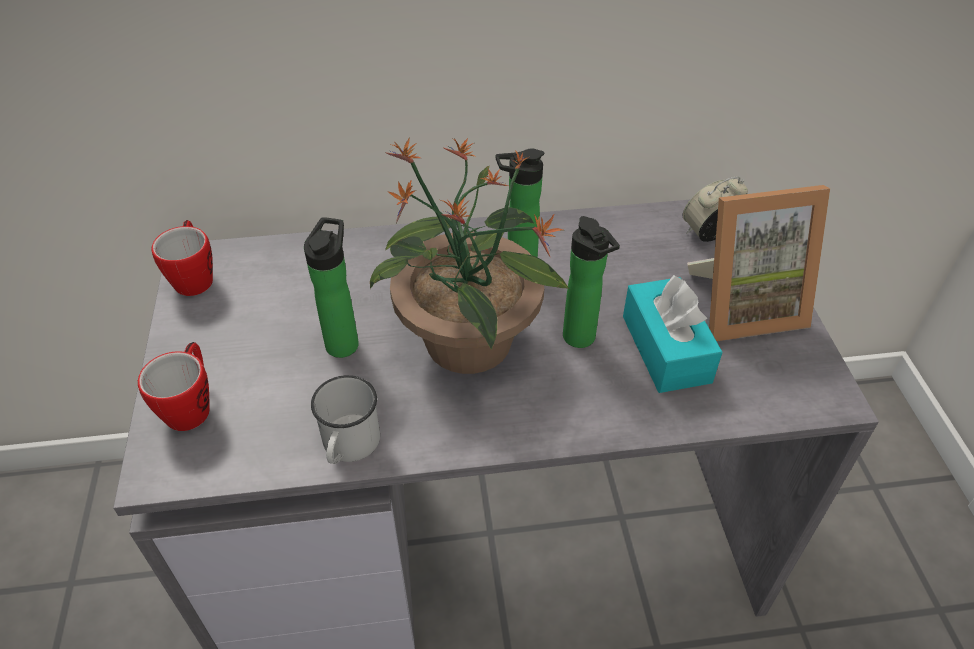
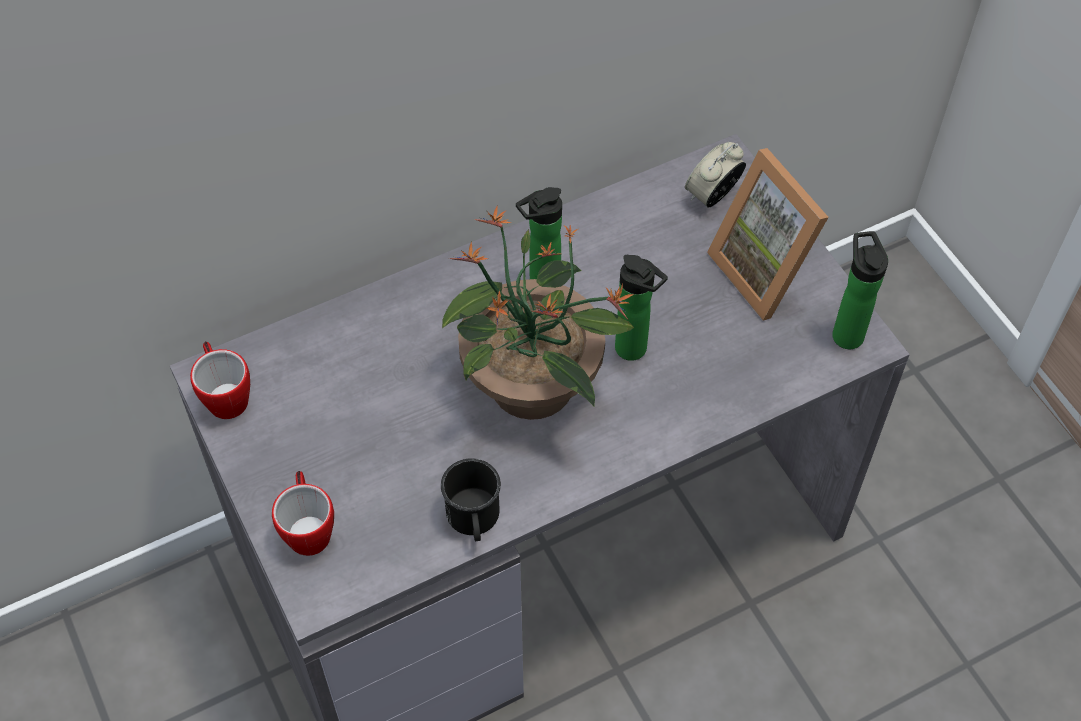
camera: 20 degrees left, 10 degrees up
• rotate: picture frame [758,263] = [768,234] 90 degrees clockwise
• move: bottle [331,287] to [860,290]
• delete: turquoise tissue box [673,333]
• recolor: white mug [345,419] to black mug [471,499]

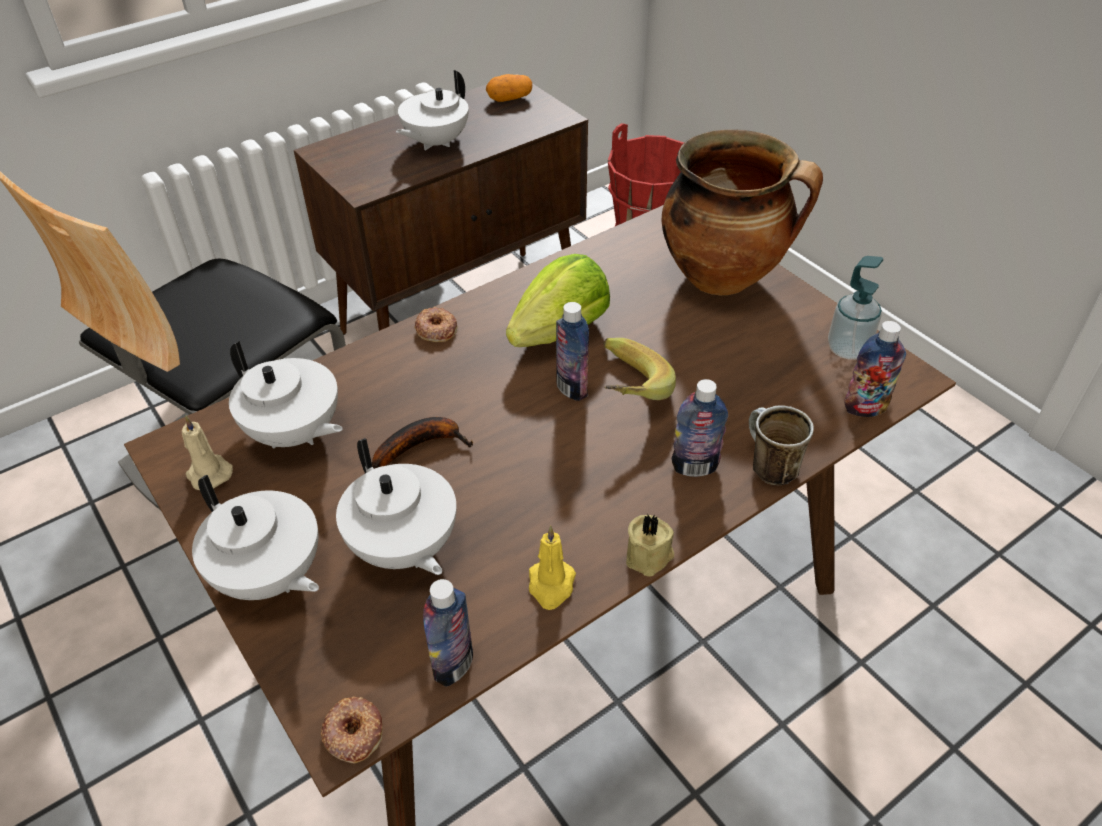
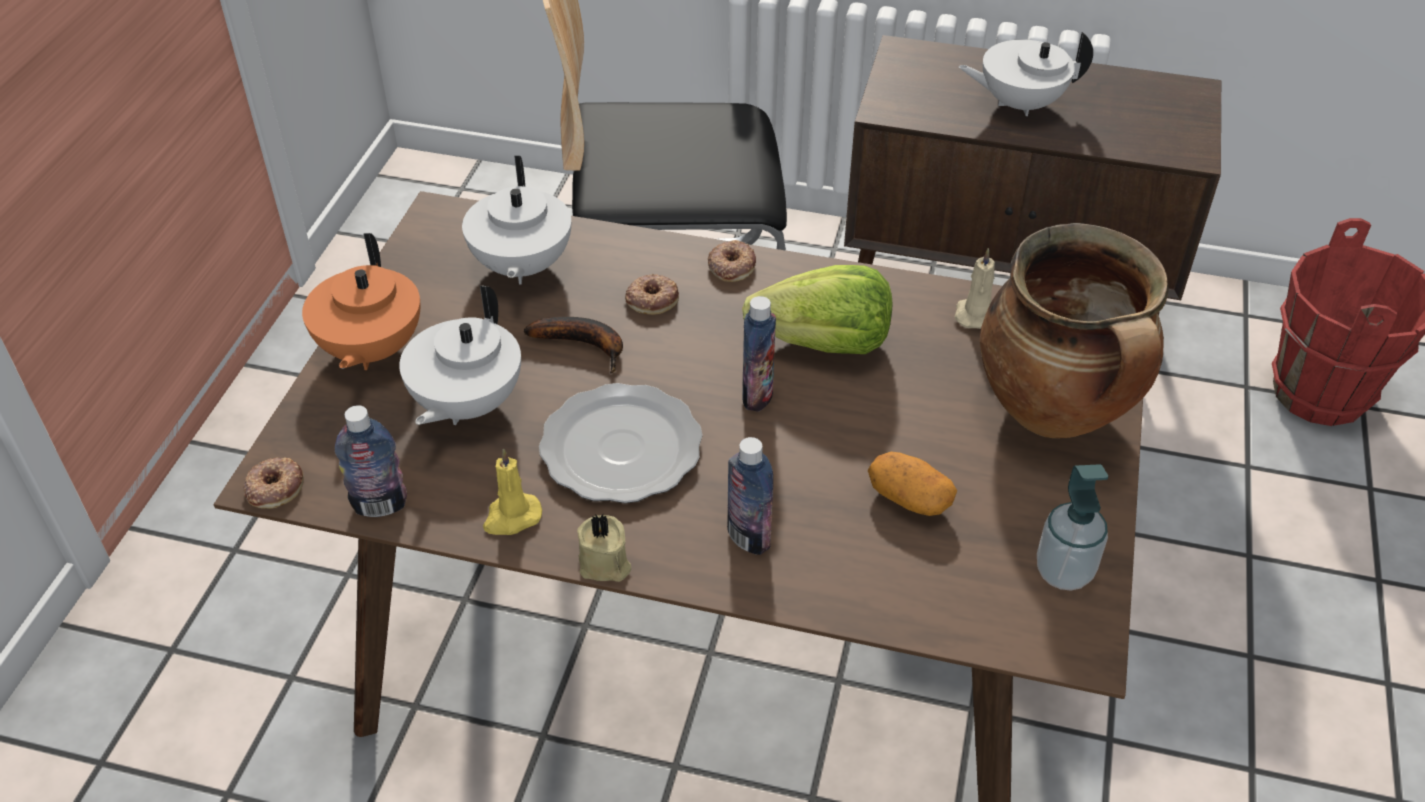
camera: 50 degrees right, 0 degrees up
• move: potato [509,88] to [912,484]
• delete: bottle [875,369]
• delete: banana [639,369]
• delete: mug [781,445]
• move: beige candle [207,453] to [975,288]
• recolor: white teapot [255,537] to orange teapot [361,301]
• insert: donut [652,294]
• insert: plate [621,443]

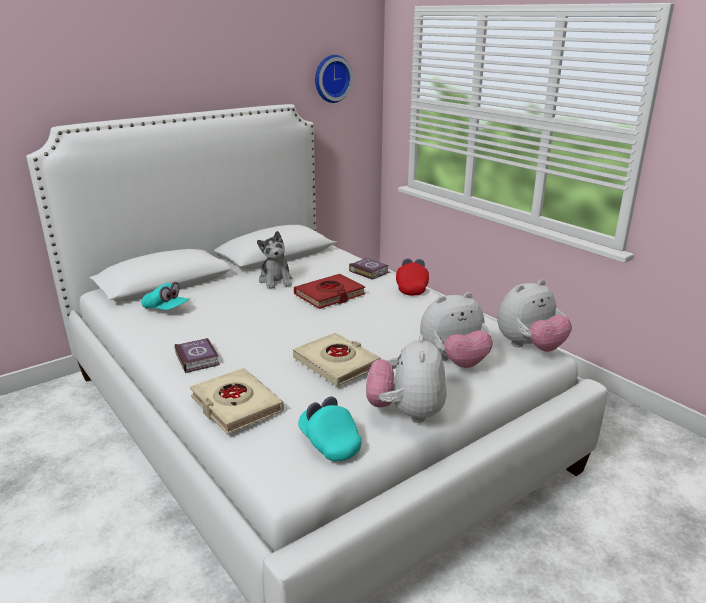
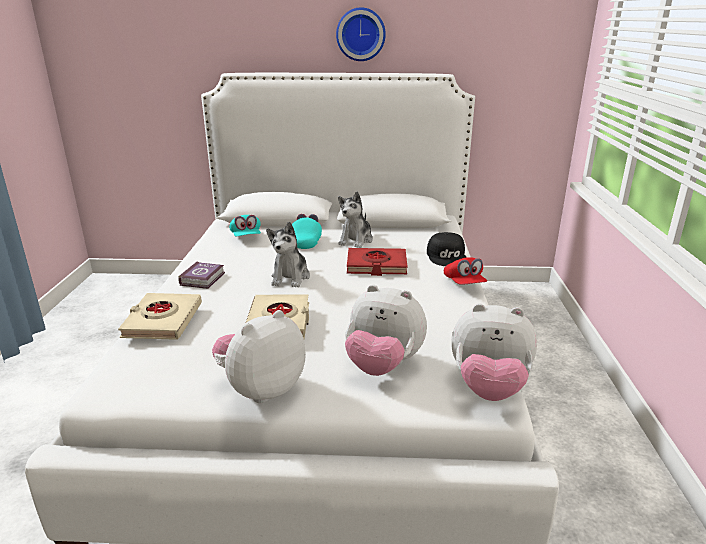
camera: 40 degrees right, 0 degrees up
• move: wall clock [334,79] to [361,34]
• replace: book [369,269] to black cap [447,249]
• rotate: red cap [412,277] = [465,271] 120 degrees clockwise
• move: turquoise cap [330,429] to [307,231]
• insert: plush toy [288,254]

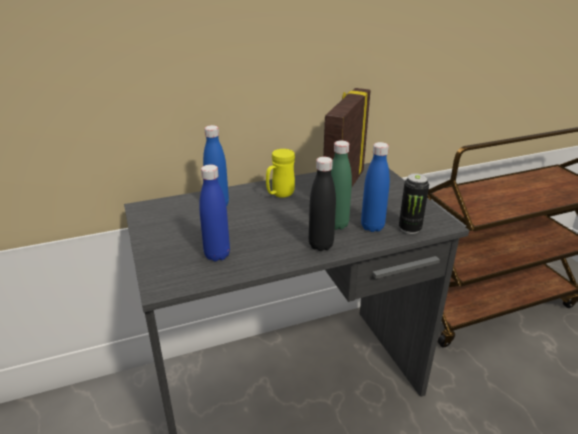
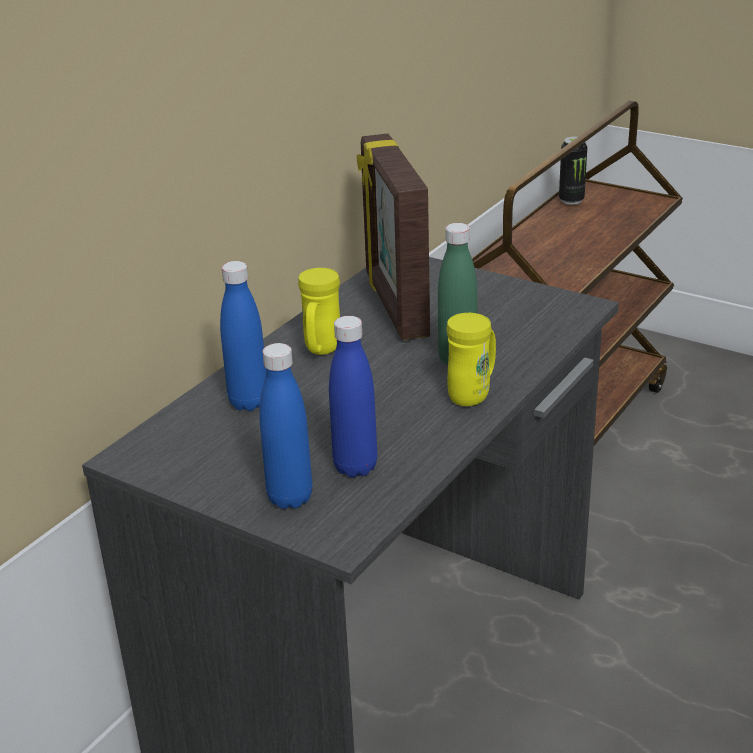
camera: 35 degrees left, 0 degrees up
• move: blue bottle [375,187] to [285,426]
• replace: black bottle [322,204] to yellow mug [471,359]
• move: can [414,203] to [573,171]

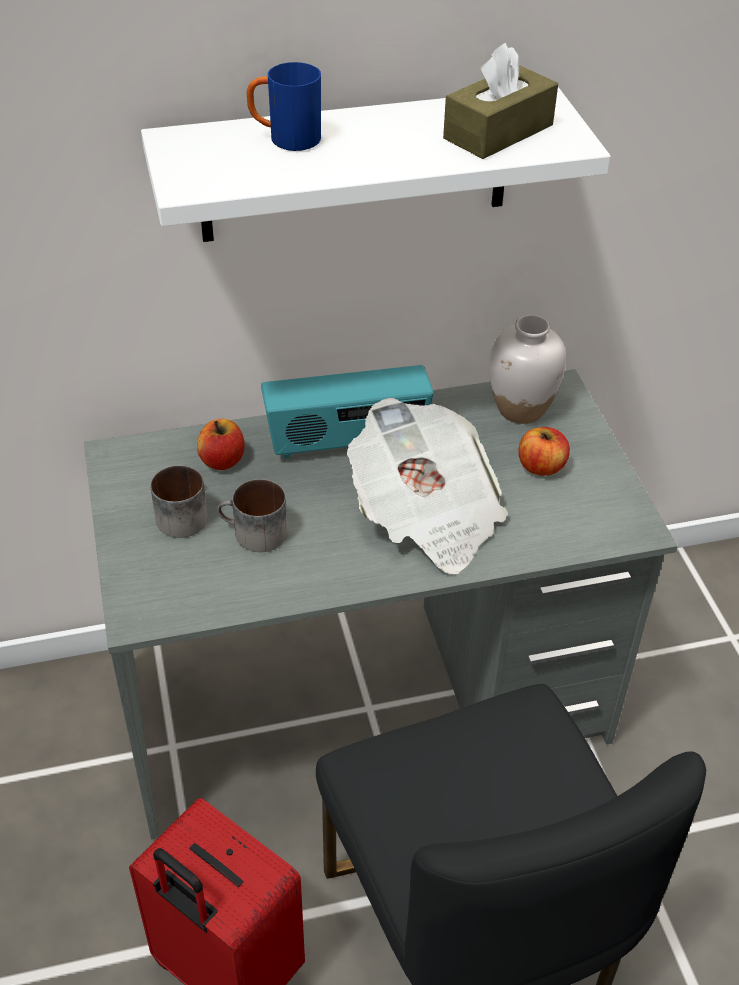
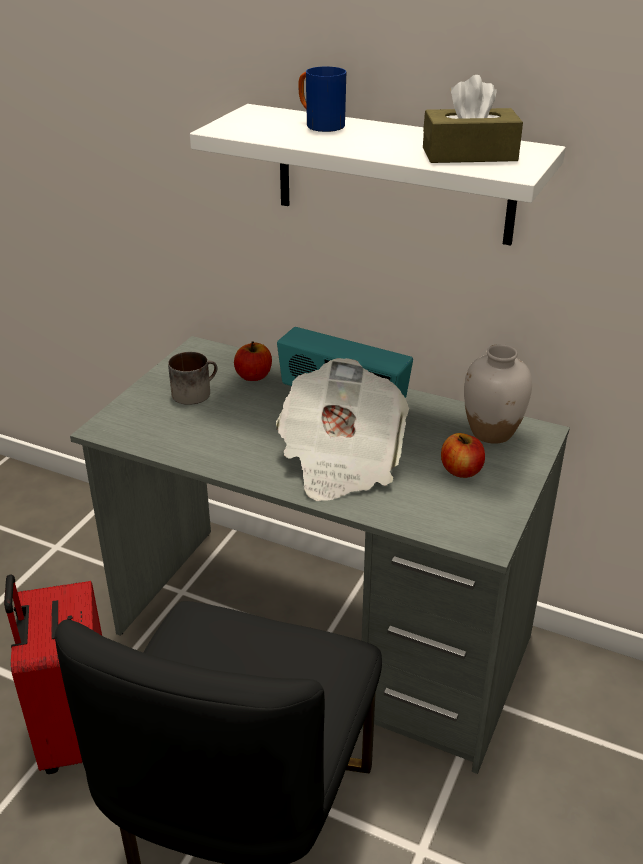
camera: 40 degrees right, 10 degrees down
• delete: mug [252,515]

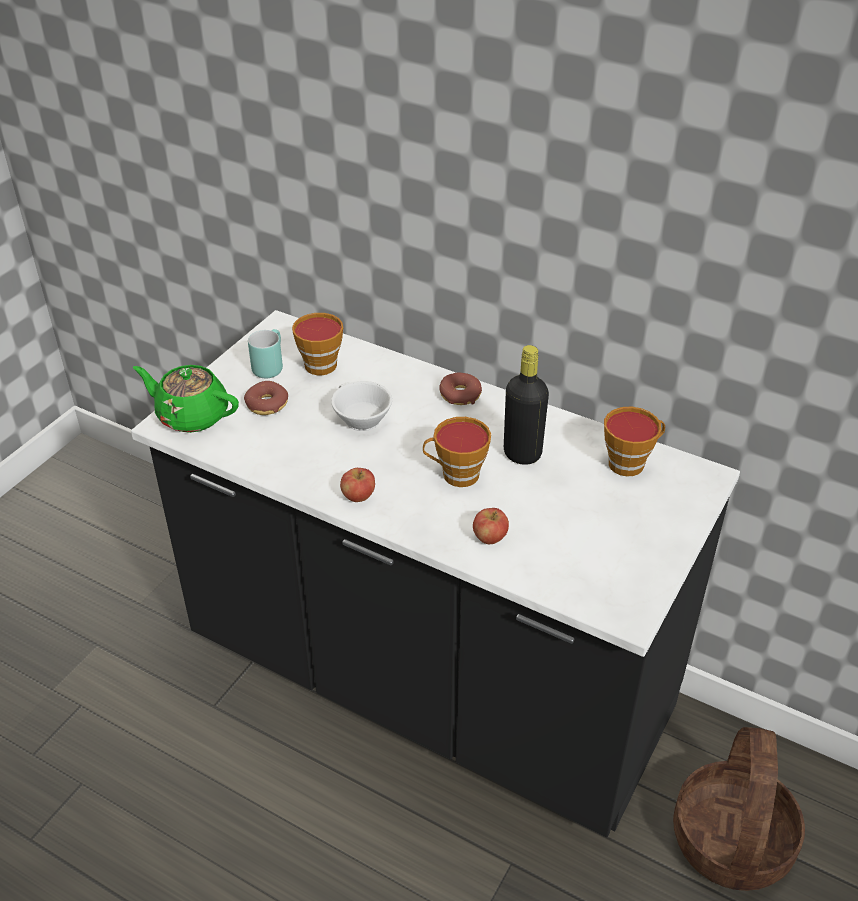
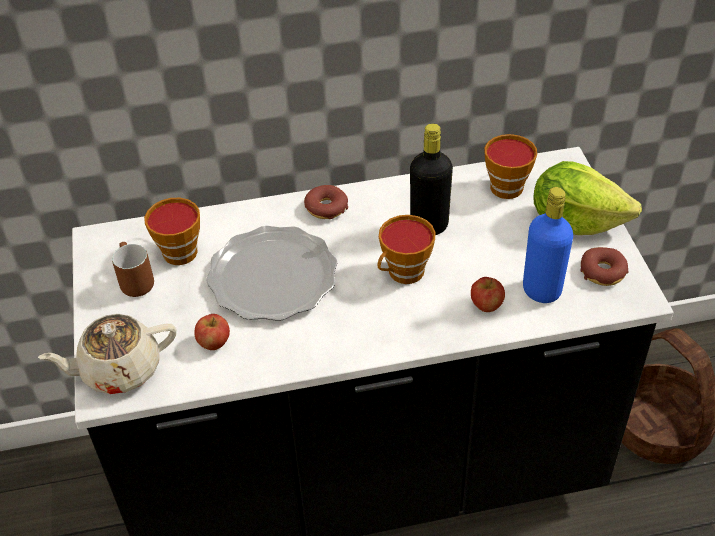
camera: 40 degrees left, 5 degrees up
• recolor: turquoise mug [265,353] to brown mug [133,269]
• recolor: green teapot [186,399] to beige teapot [107,354]
• move: donut [266,398] to [604,266]
• replace: white cup [361,406] to plate [271,273]
• move: apple [357,485] to [212,332]
• insert: lettuce [588,198]
• insert: blue bottle [548,245]

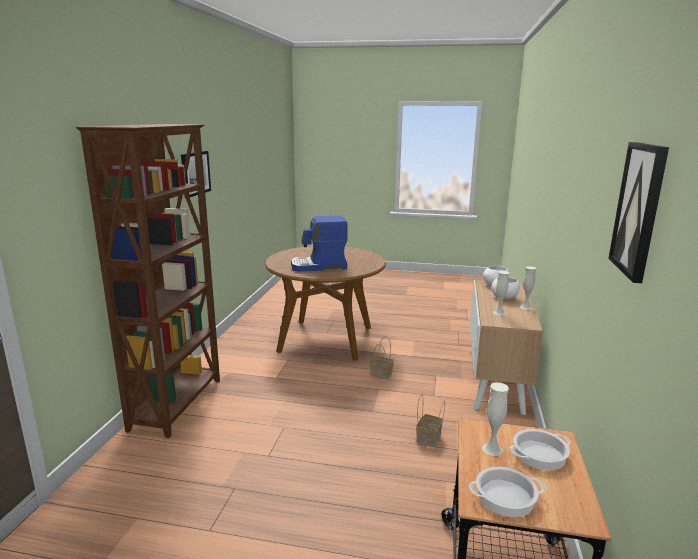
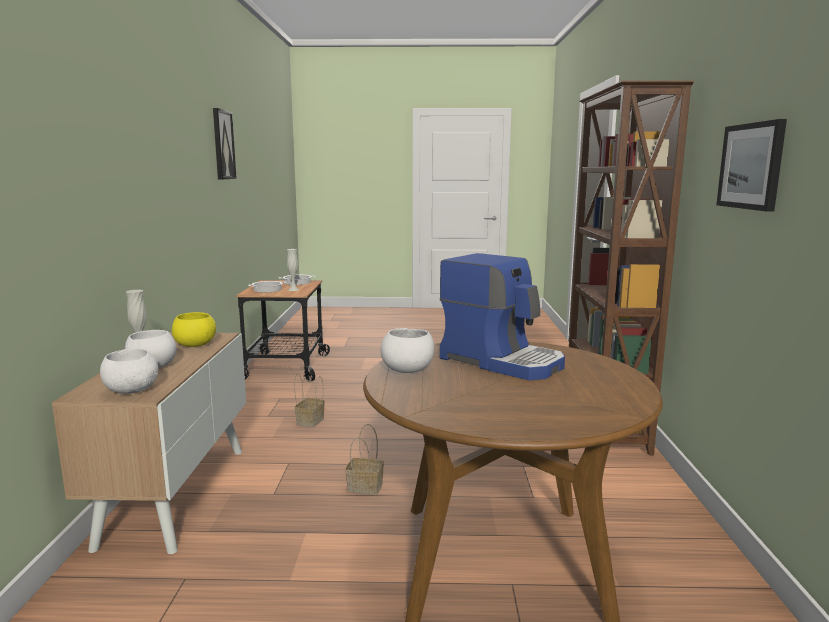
camera: 170 degrees right, 5 degrees down
• rotate: coffee machine [319,243] = [502,317] 60 degrees clockwise
• replace: white vase [501,293] to yellow bowl [194,329]
• insert: white bowl [407,350]

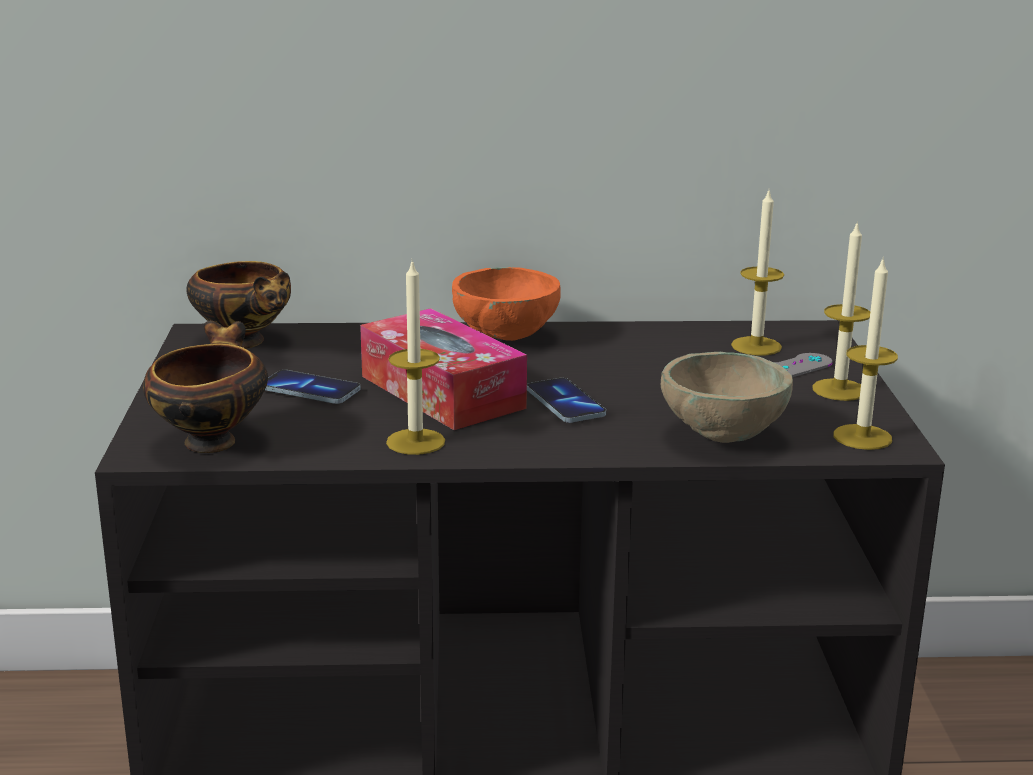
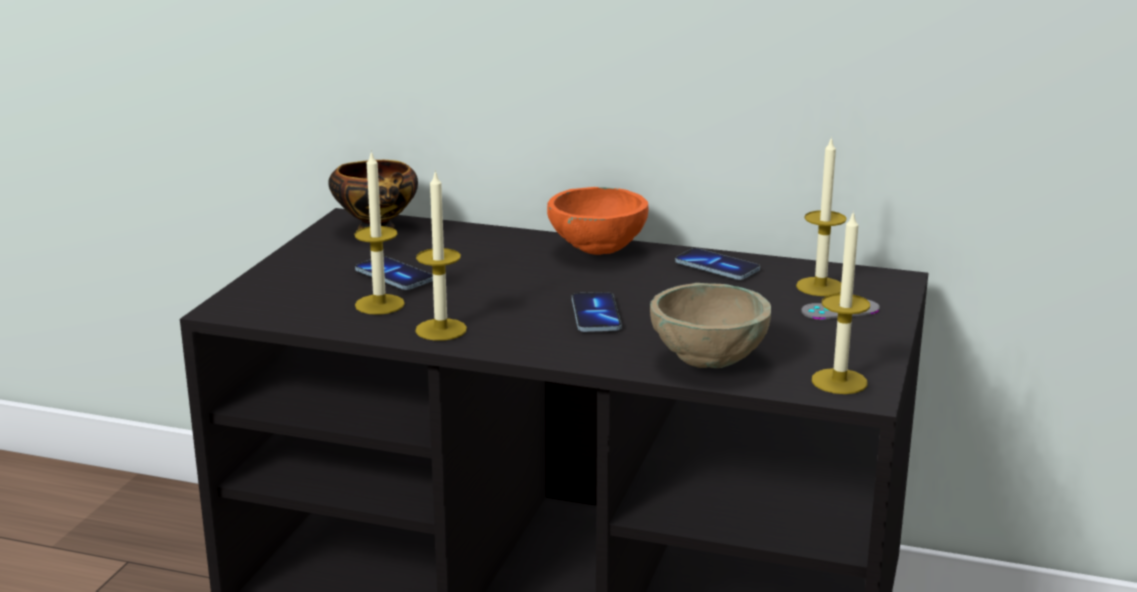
camera: 20 degrees right, 0 degrees up
• move: candle [841,311] to [379,232]
• delete: tissue box [443,369]
• delete: bowl [205,386]
• insert: phone [717,264]

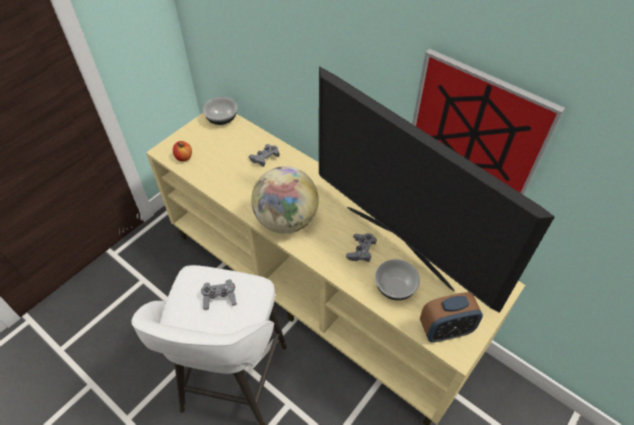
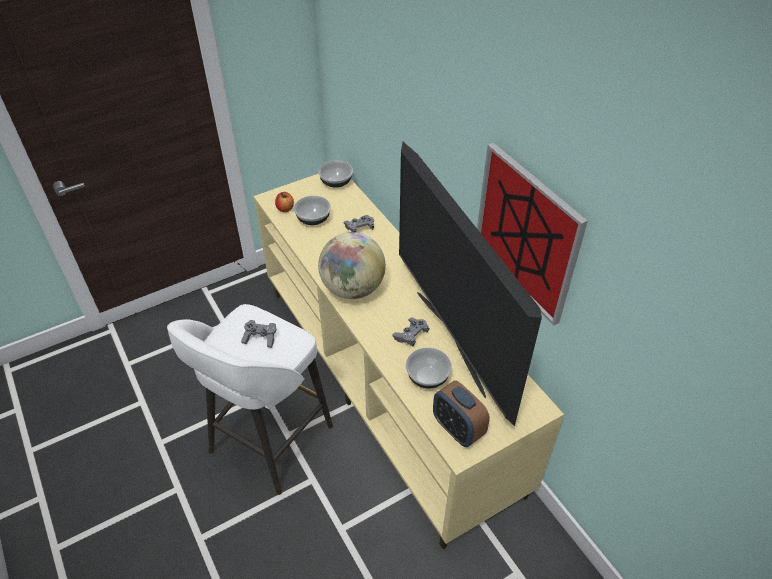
camera: 20 degrees right, 5 degrees down
• rotate: alarm clock [451,317] = [461,413] 45 degrees clockwise
• insert: bowl [312,210]

